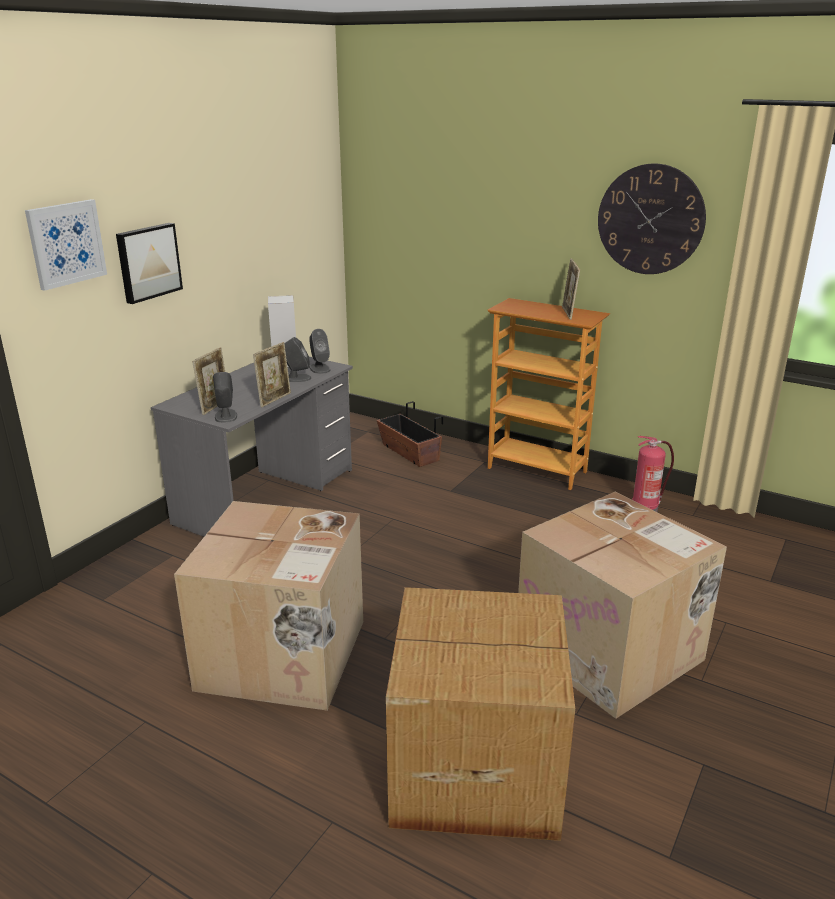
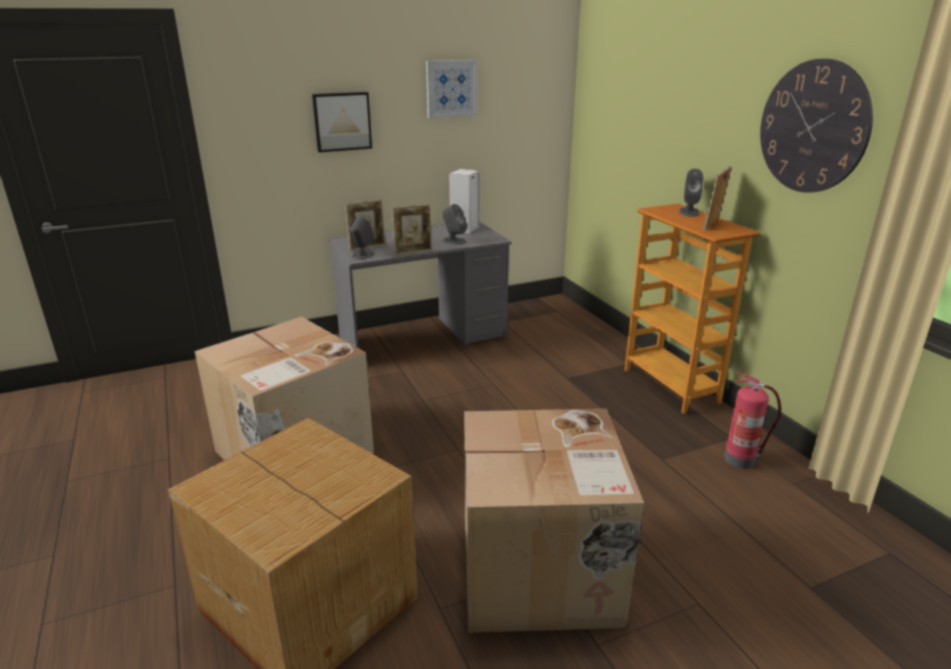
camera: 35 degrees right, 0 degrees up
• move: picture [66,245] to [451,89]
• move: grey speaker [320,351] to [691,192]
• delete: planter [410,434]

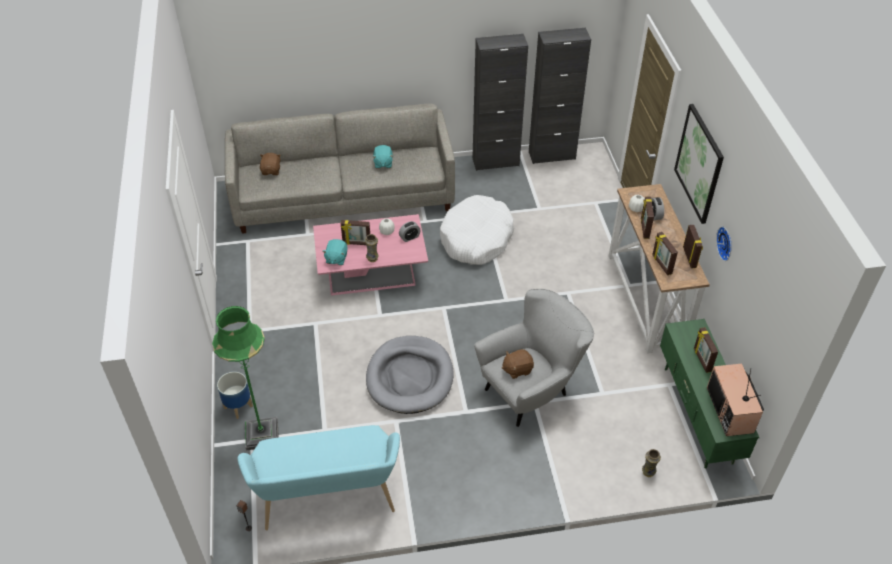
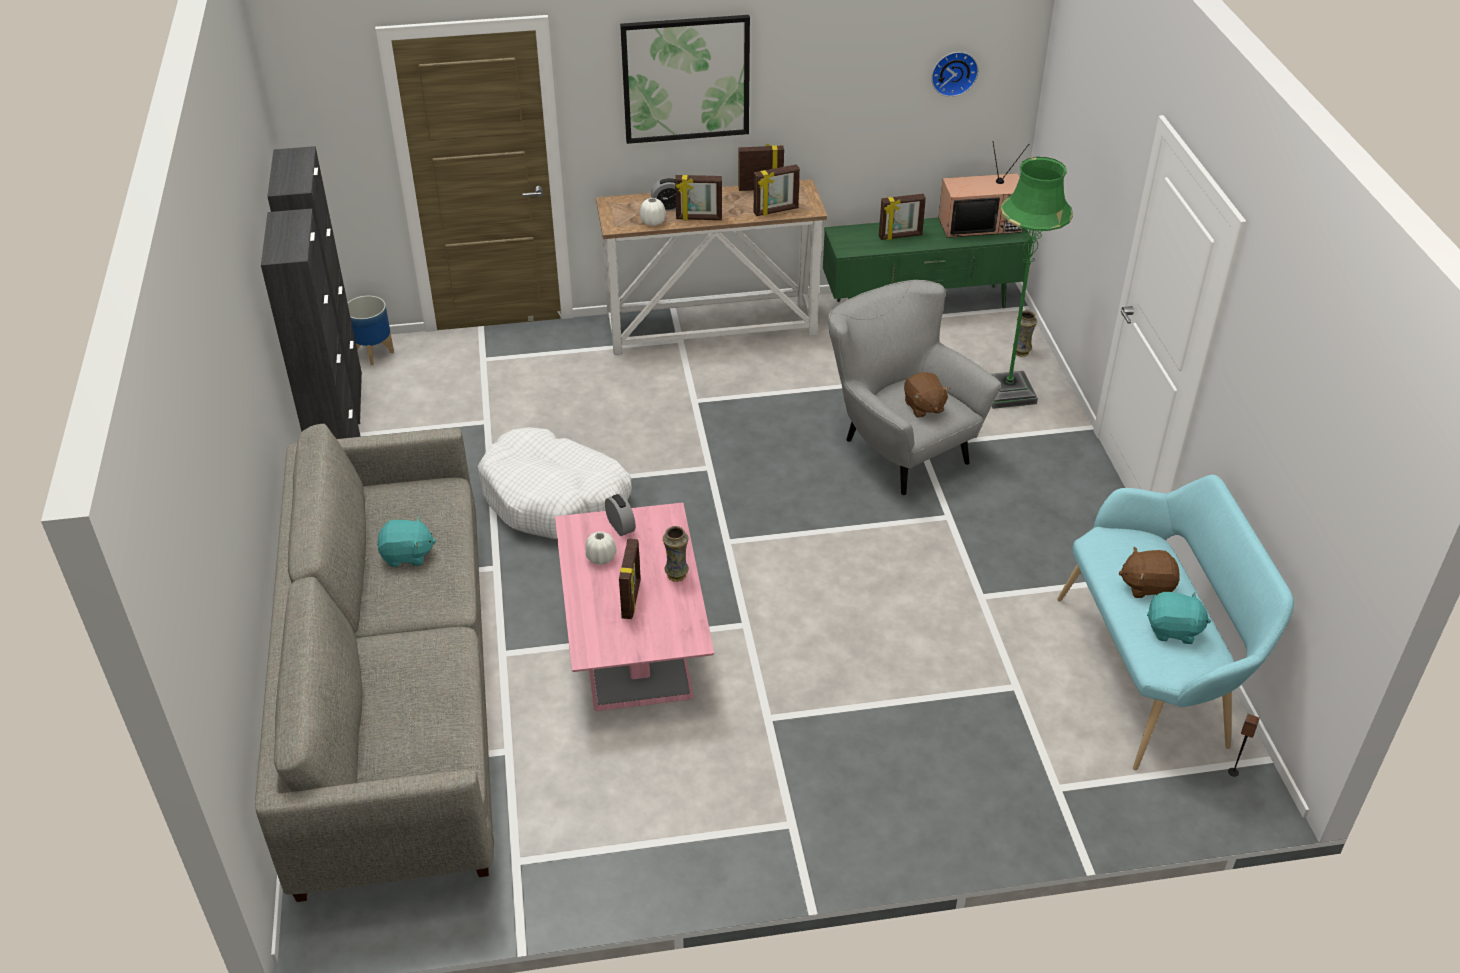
camera: 90 degrees left, 5 degrees down
• move: brown plush toy [270,164] to [1149,572]
• move: wall clock [724,244] to [954,74]
• move: turquoise plush toy [335,252] to [1179,618]
• move: green floor lamp [245,378] to [1032,283]
• delete: grey dog bed [410,375]
• move: planter [235,395] to [371,330]

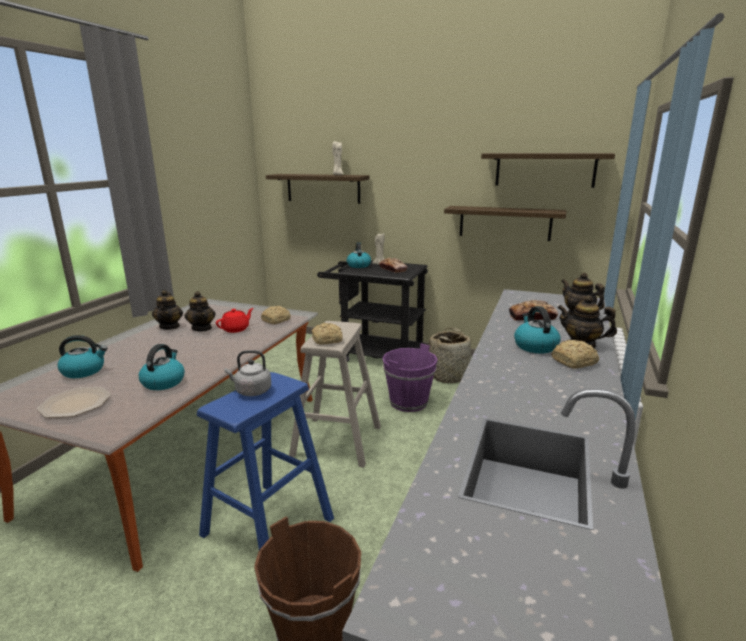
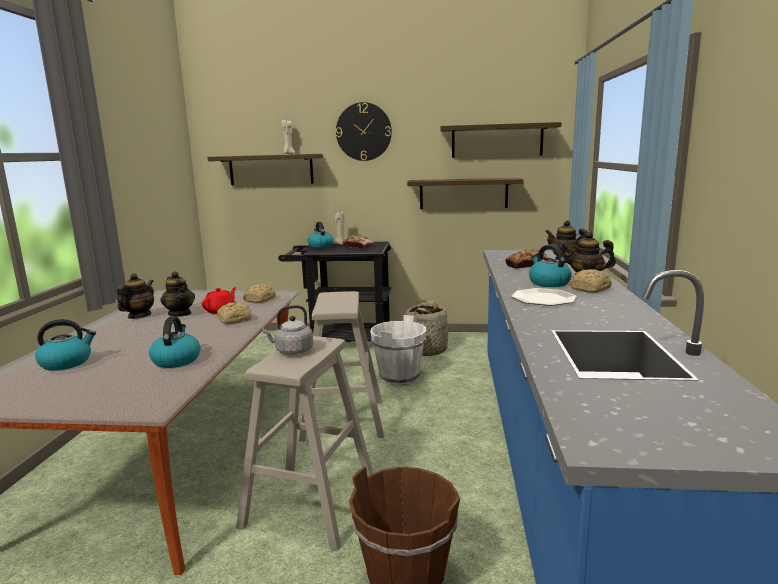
camera: 15 degrees left, 5 degrees down
• rotate: teapot [167,310] = [135,296] 135 degrees counterclockwise
• move: bread [327,334] to [234,313]
• recolor: purple bucket [409,377] to white bucket [398,350]
• recolor: blue stool [265,461] to beige stool [304,443]
• move: plate [74,402] to [543,297]
• insert: wall clock [364,131]

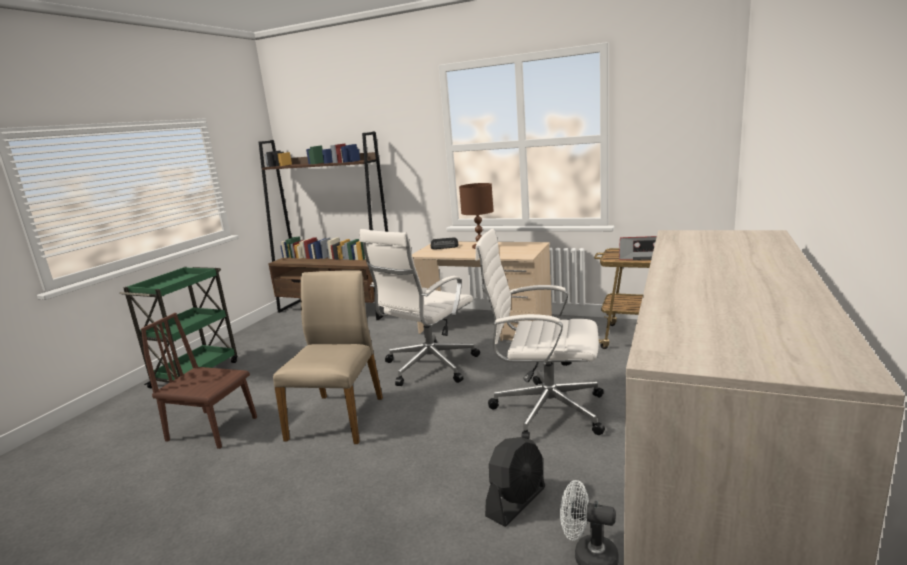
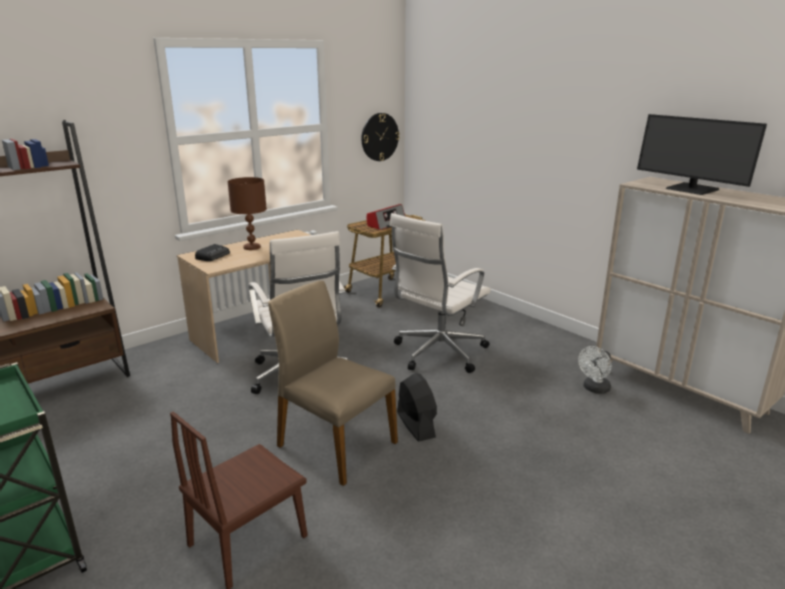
camera: 65 degrees left, 5 degrees up
• move: black fan [515,482] to [417,407]
• insert: wall clock [380,137]
• insert: monitor [702,154]

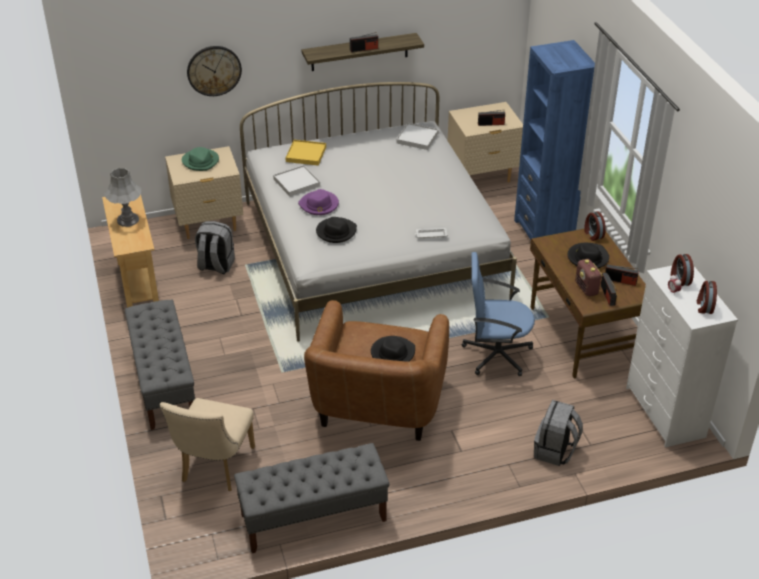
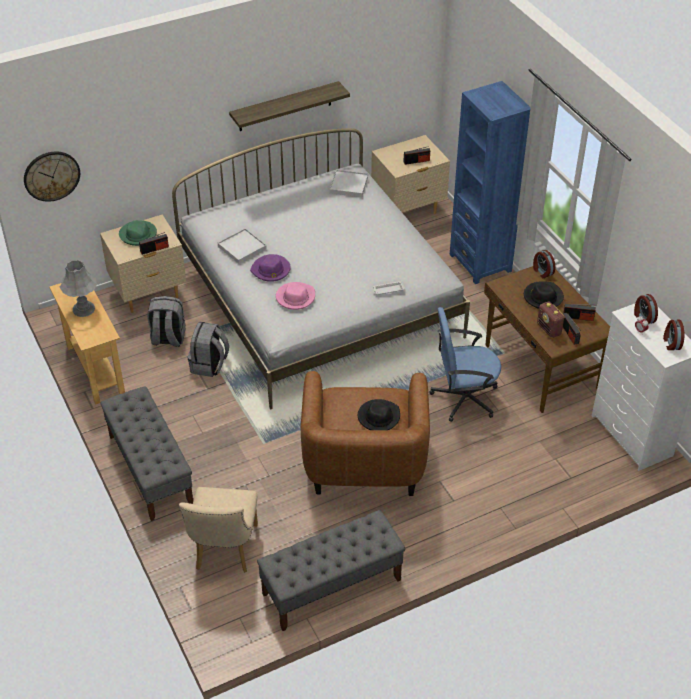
camera: 10 degrees left, 5 degrees up
• move: radio [364,42] to [154,243]
• move: wall clock [214,71] to [52,177]
• delete: yellow tray [305,153]
• recolor: black hat [336,230] to pink hat [295,296]
• move: grey backpack [558,433] to [208,349]

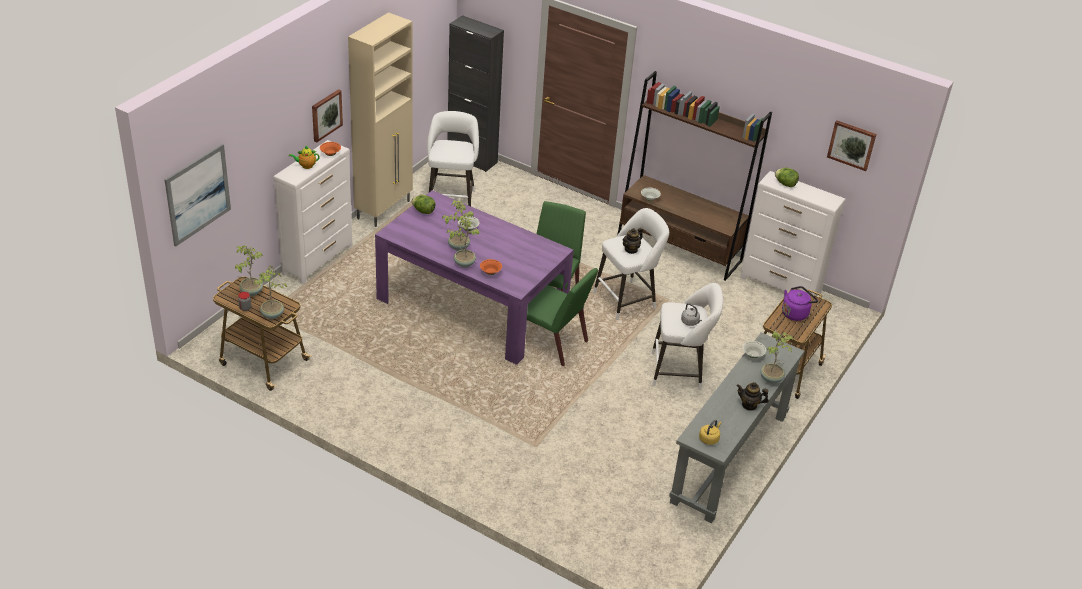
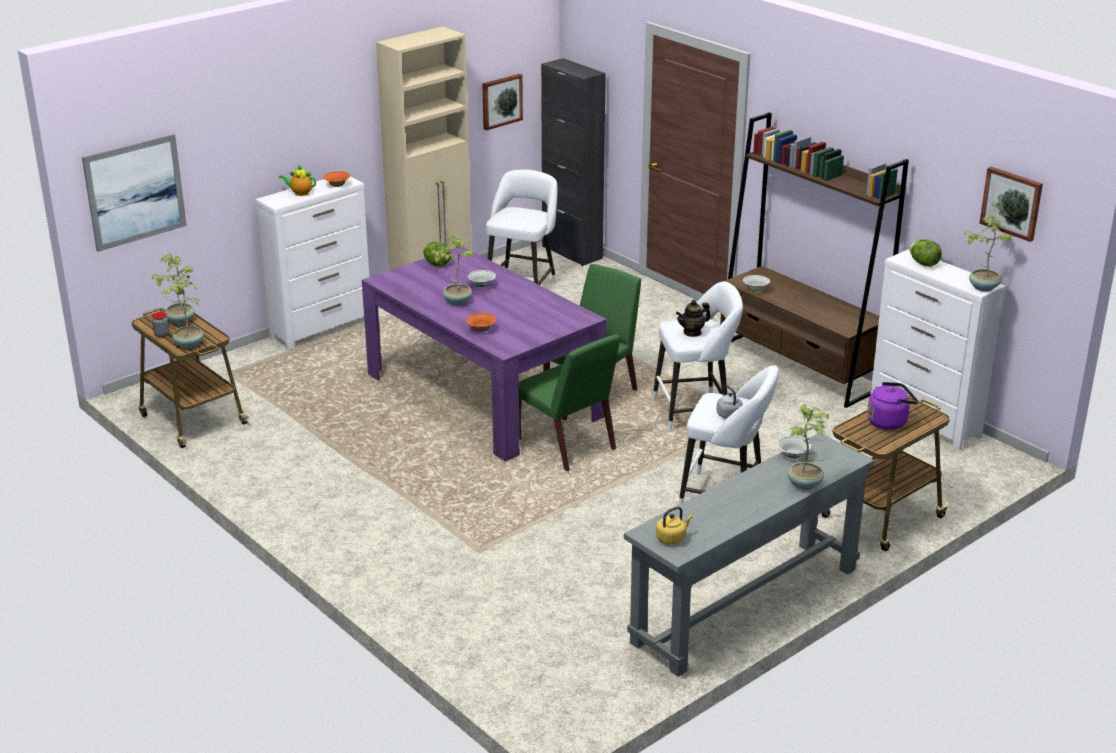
camera: 20 degrees right, 10 degrees down
• move: picture [327,115] to [502,102]
• move: potted plant [463,242] to [988,253]
• delete: teapot [753,396]

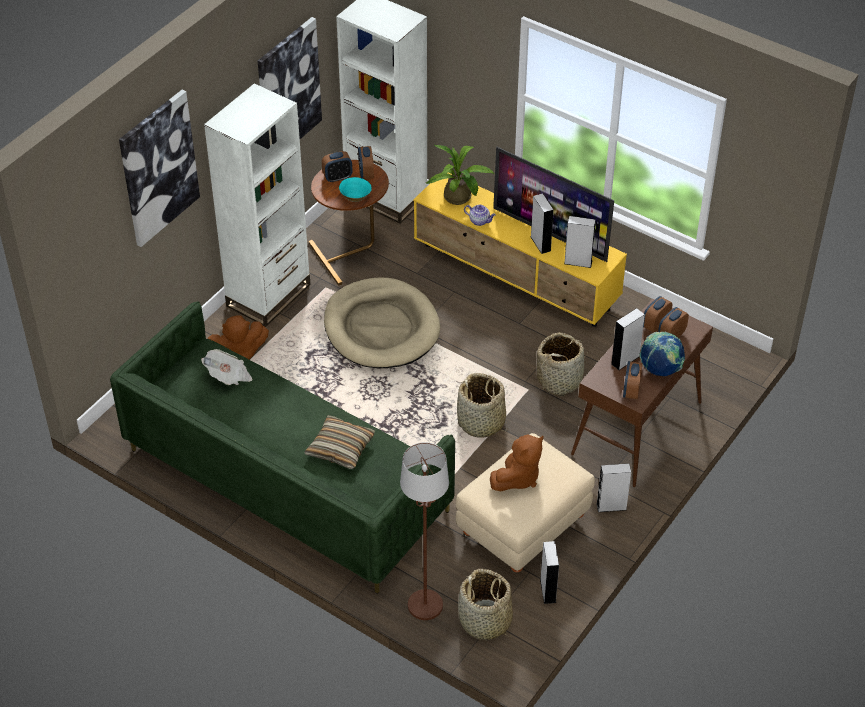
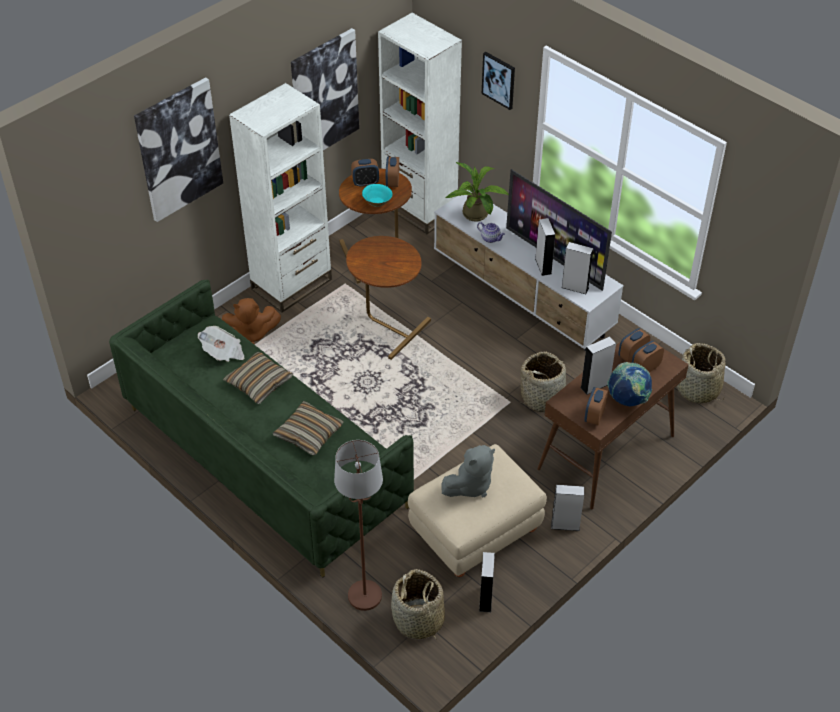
camera: 10 degrees right, 0 degrees up
• recolor: yellow tv stand [520,250] to white tv stand [529,270]
• replace: beige dog bed [382,322] to brown side table [388,298]
• move: basket [482,405] to [701,373]
• recolor: brown plush toy [517,462] to grey plush toy [468,471]
• insert: picture [498,81]
• insert: pillow [258,378]

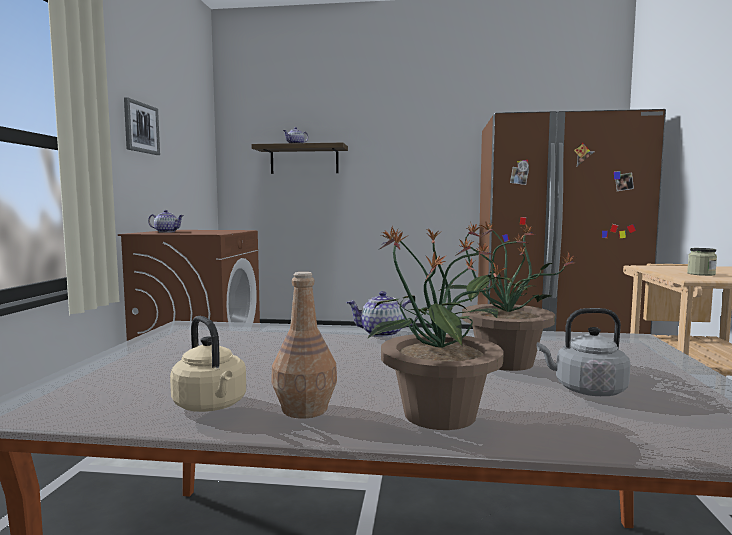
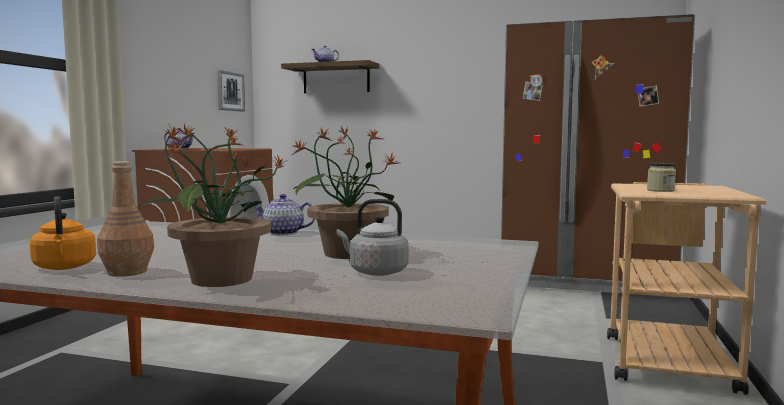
camera: 10 degrees right, 0 degrees up
• move: picture [142,126] to [231,91]
• recolor: beige kettle [208,364] to orange kettle [63,233]

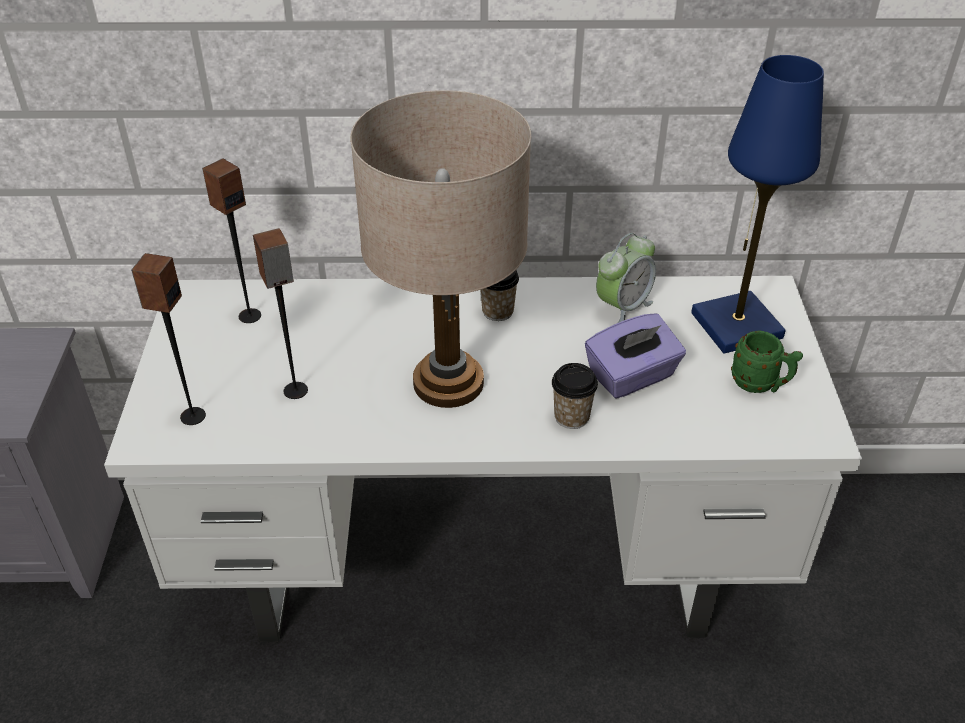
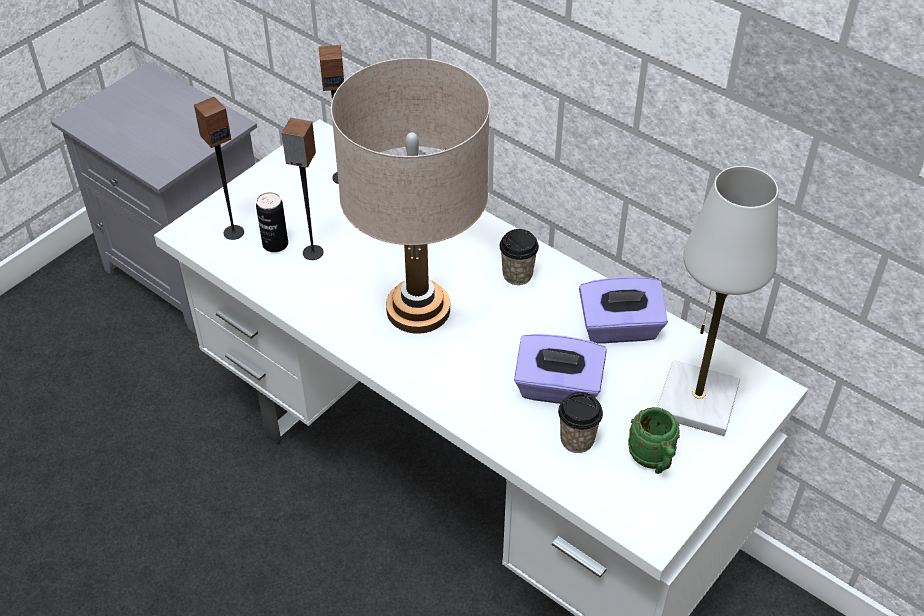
camera: 40 degrees right, 5 degrees up
• recolor: blue table lamp [757,204] to white table lamp [717,301]
• replace: alarm clock [626,278] to purple tissue box [623,310]
• move: cup [575,396] to [580,422]
• insert: can [272,222]

